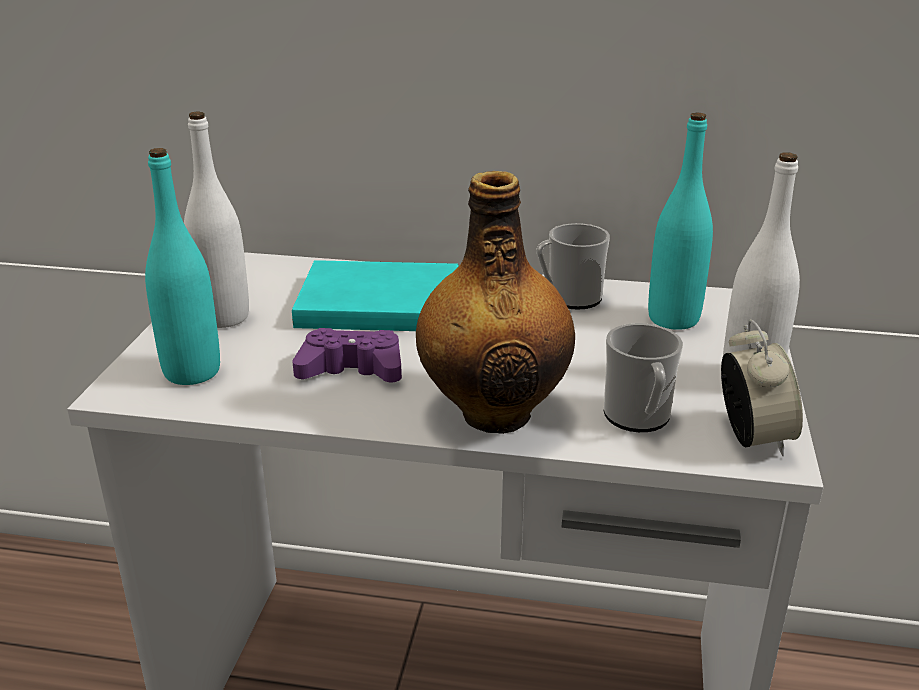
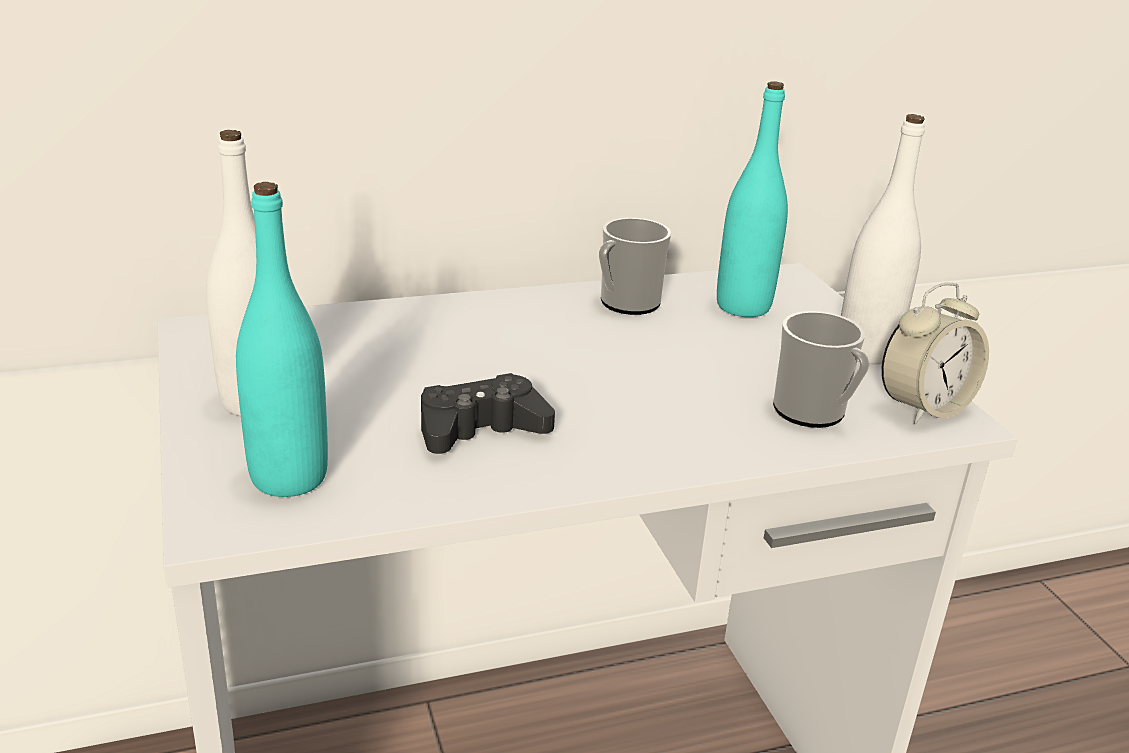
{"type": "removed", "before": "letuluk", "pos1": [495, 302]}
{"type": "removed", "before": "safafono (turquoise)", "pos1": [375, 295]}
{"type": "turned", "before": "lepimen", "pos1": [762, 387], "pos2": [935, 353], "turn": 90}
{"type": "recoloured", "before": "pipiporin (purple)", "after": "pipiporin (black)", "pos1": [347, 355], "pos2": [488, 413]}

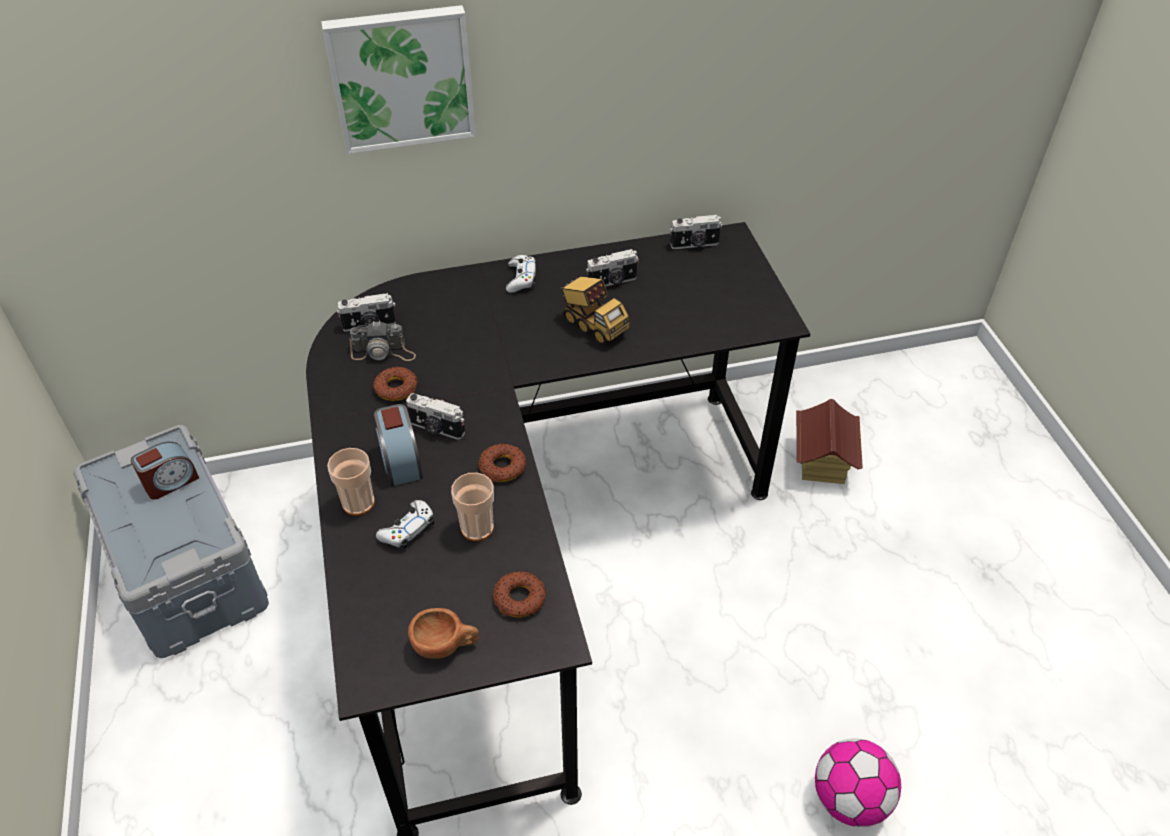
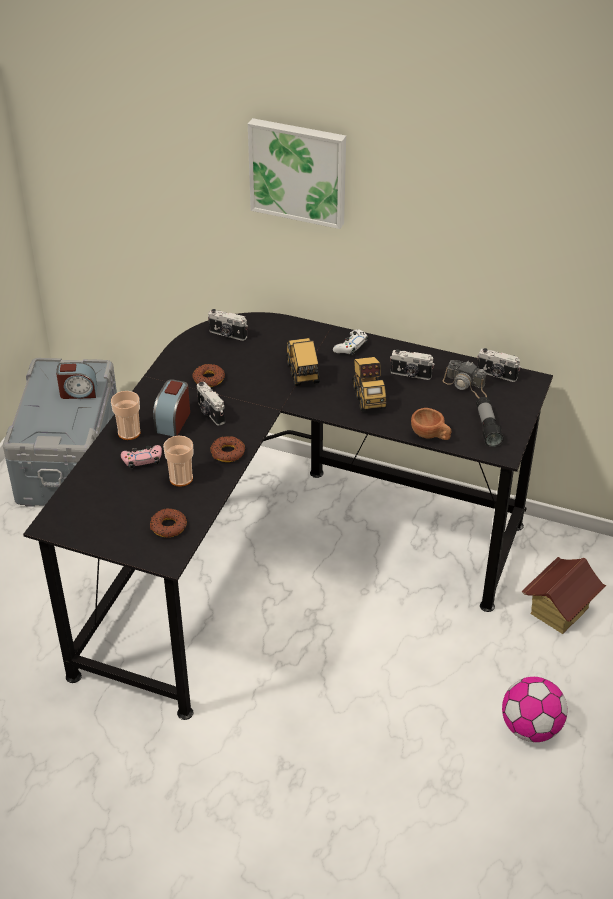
{"type": "moved", "before": "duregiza", "pos1": [382, 341], "pos2": [465, 379]}
{"type": "recoloured", "before": "pipiporin (white)", "after": "pipiporin (pink)", "pos1": [405, 524], "pos2": [141, 457]}
{"type": "moved", "before": "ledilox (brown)", "pos1": [443, 633], "pos2": [431, 424]}
{"type": "moved", "before": "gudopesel", "pos1": [858, 782], "pos2": [534, 709]}
{"type": "added", "after": "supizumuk", "pos2": [303, 362]}
{"type": "added", "after": "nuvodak", "pos2": [490, 422]}

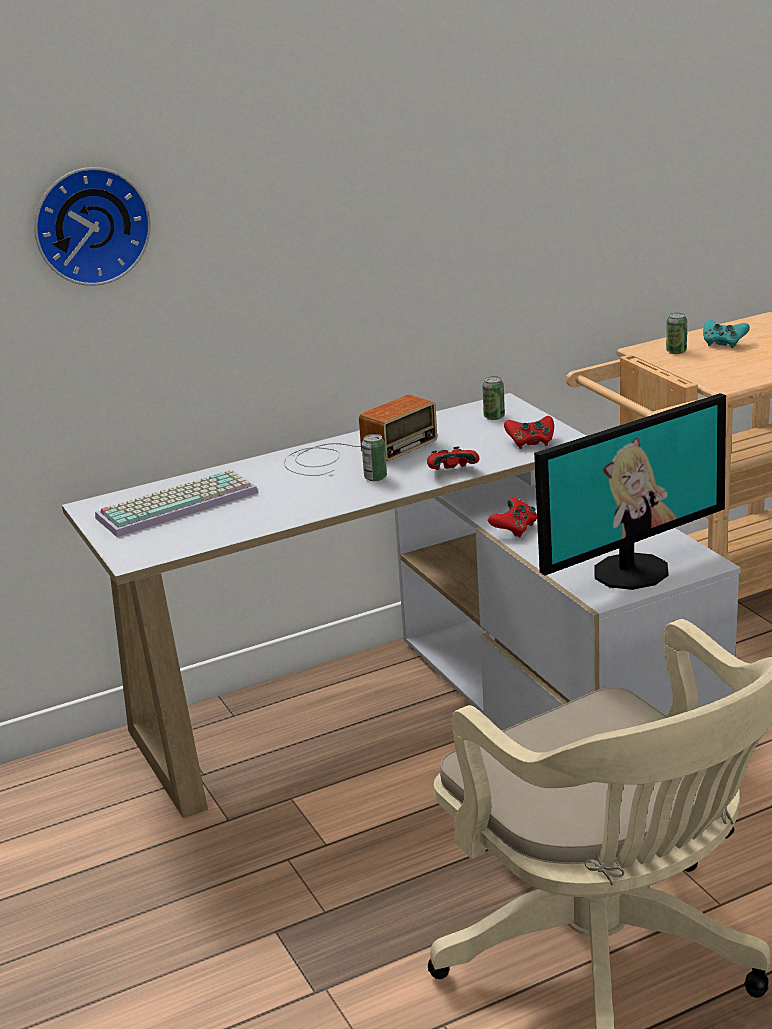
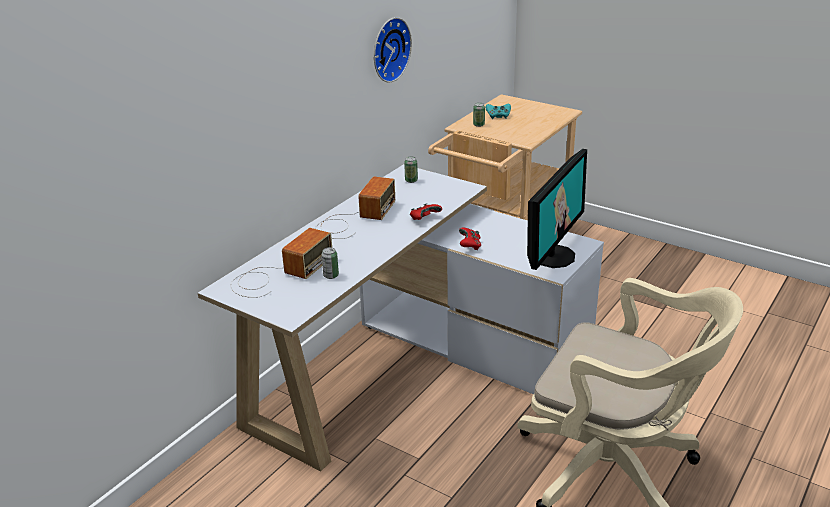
{"type": "moved", "before": "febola", "pos1": [92, 226], "pos2": [393, 50]}
{"type": "removed", "before": "pipiporin (red)", "pos1": [529, 432]}
{"type": "moved", "before": "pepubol", "pos1": [374, 457], "pos2": [330, 263]}
{"type": "replaced", "before": "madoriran", "after": "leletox", "pos1": [176, 503], "pos2": [281, 263]}

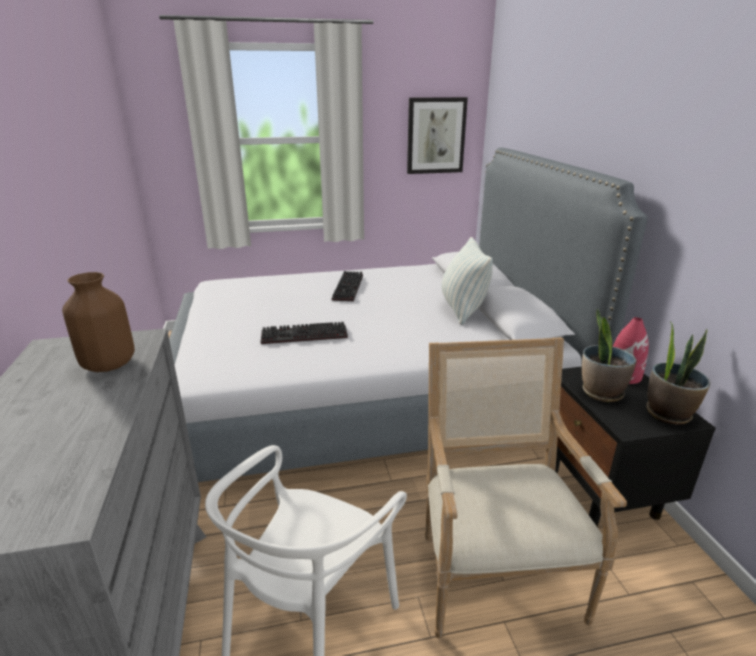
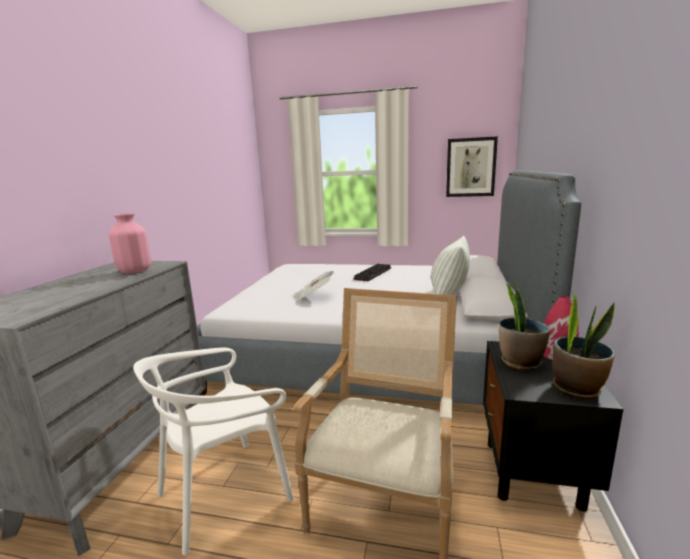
{"type": "recoloured", "before": "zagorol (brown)", "after": "zagorol (pink)", "pos1": [98, 322], "pos2": [130, 243]}
{"type": "replaced", "before": "madoriran", "after": "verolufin", "pos1": [304, 333], "pos2": [313, 285]}

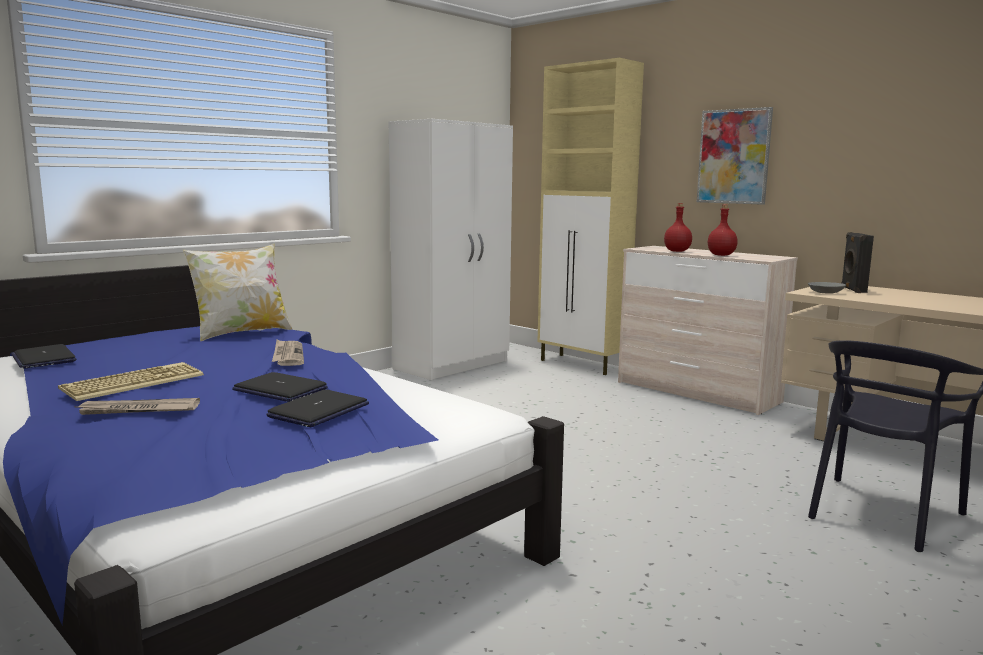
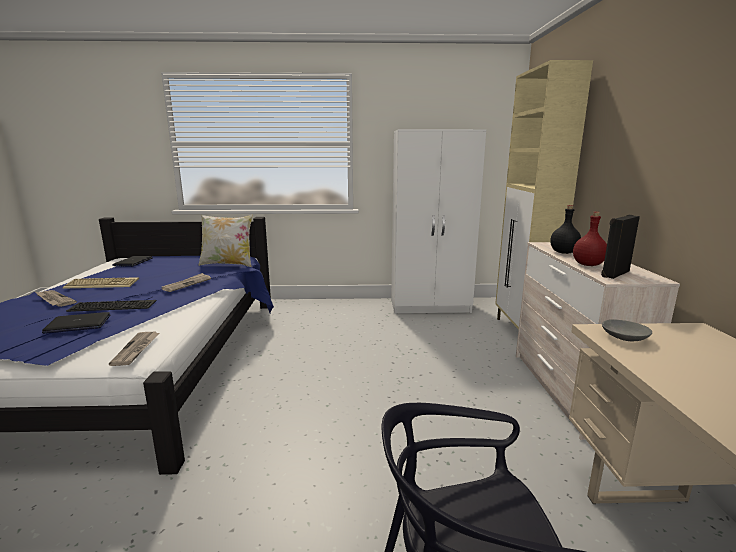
{"type": "removed", "before": "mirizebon", "pos1": [735, 156]}
{"type": "recoloured", "before": "letuluk (red)", "after": "letuluk (black)", "pos1": [678, 227], "pos2": [565, 229]}
{"type": "moved", "before": "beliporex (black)", "pos1": [857, 262], "pos2": [620, 247]}
{"type": "replaced", "before": "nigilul", "after": "madoriran", "pos1": [280, 387], "pos2": [111, 306]}
{"type": "added", "after": "verolufin", "pos2": [134, 349]}

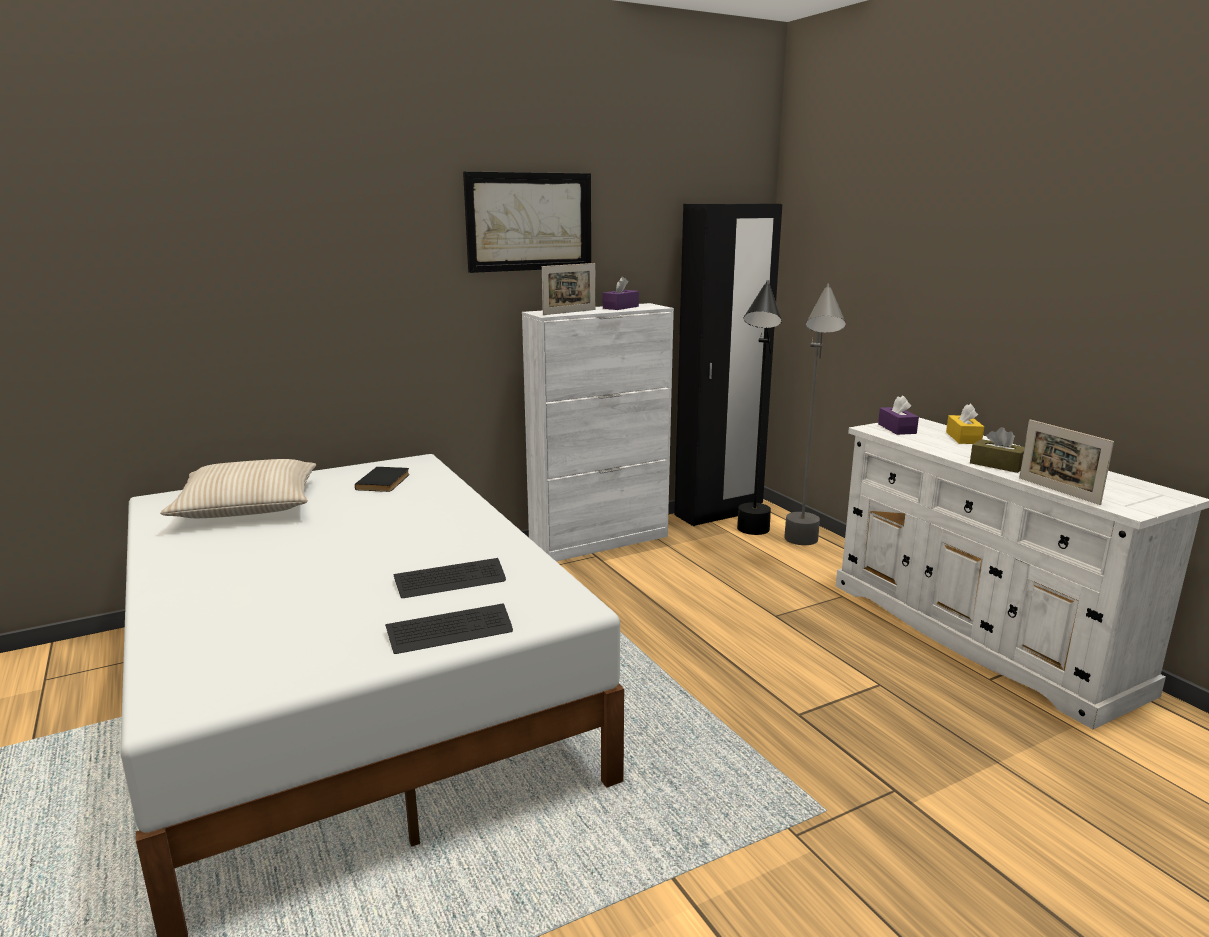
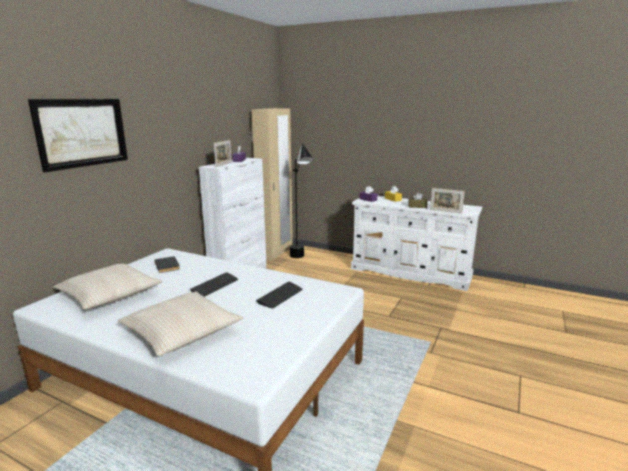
{"type": "moved", "before": "mirizebon", "pos1": [527, 222], "pos2": [78, 135]}
{"type": "recoloured", "before": "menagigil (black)", "after": "menagigil (beige)", "pos1": [728, 365], "pos2": [272, 184]}
{"type": "removed", "before": "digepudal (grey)", "pos1": [815, 414]}
{"type": "moved", "before": "madoriran", "pos1": [449, 628], "pos2": [214, 284]}
{"type": "added", "after": "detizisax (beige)", "pos2": [180, 324]}

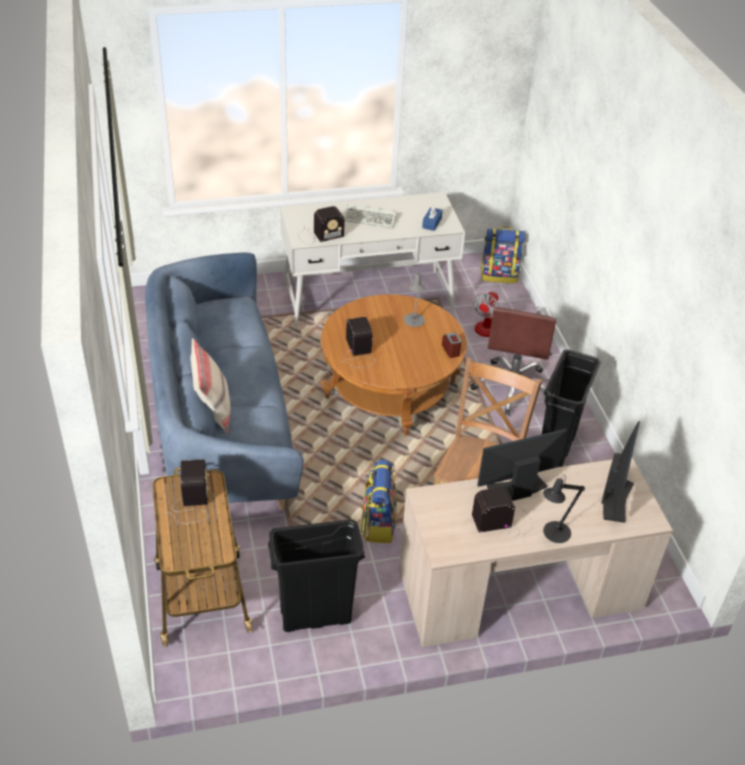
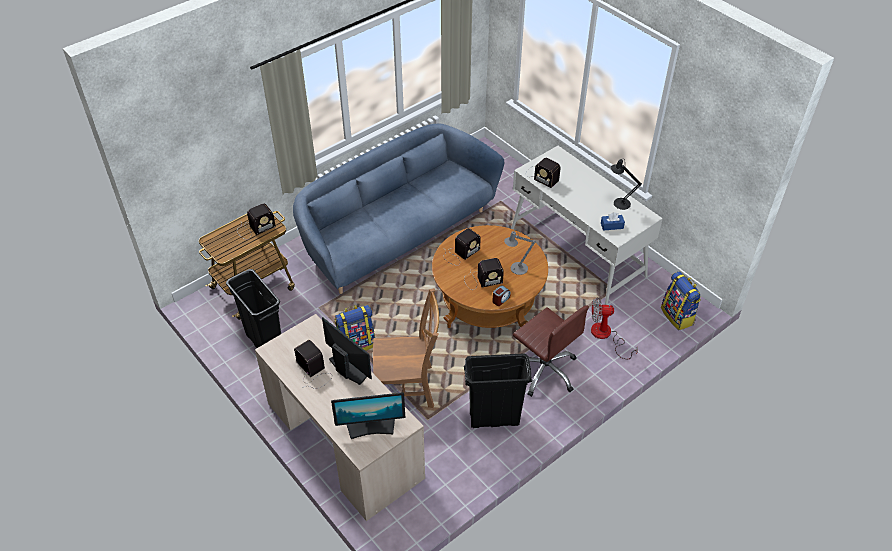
{"type": "removed", "before": "madoriran", "pos1": [370, 216]}
{"type": "turned", "before": "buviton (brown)", "pos1": [513, 361], "pos2": [551, 351], "turn": -120}
{"type": "removed", "before": "detizisax (beige)", "pos1": [210, 385]}
{"type": "moved", "before": "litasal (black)", "pos1": [564, 509], "pos2": [626, 184]}
{"type": "added", "after": "leletox", "pos2": [484, 274]}

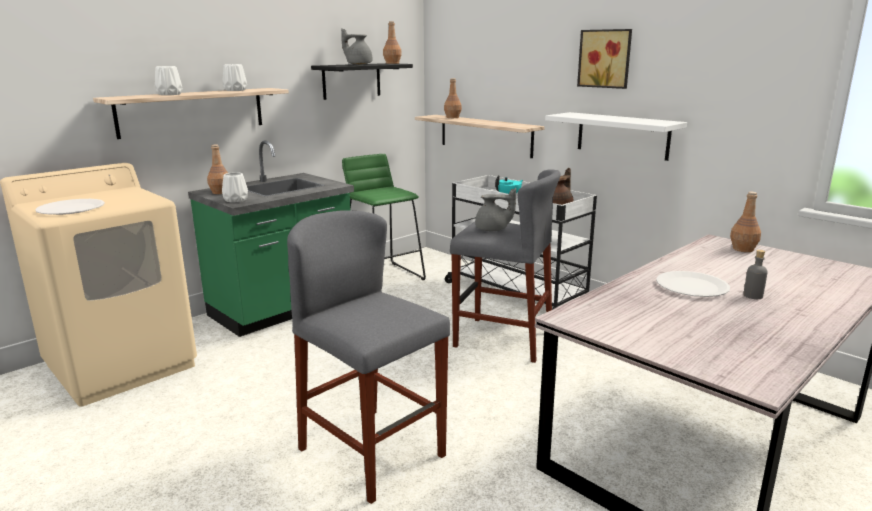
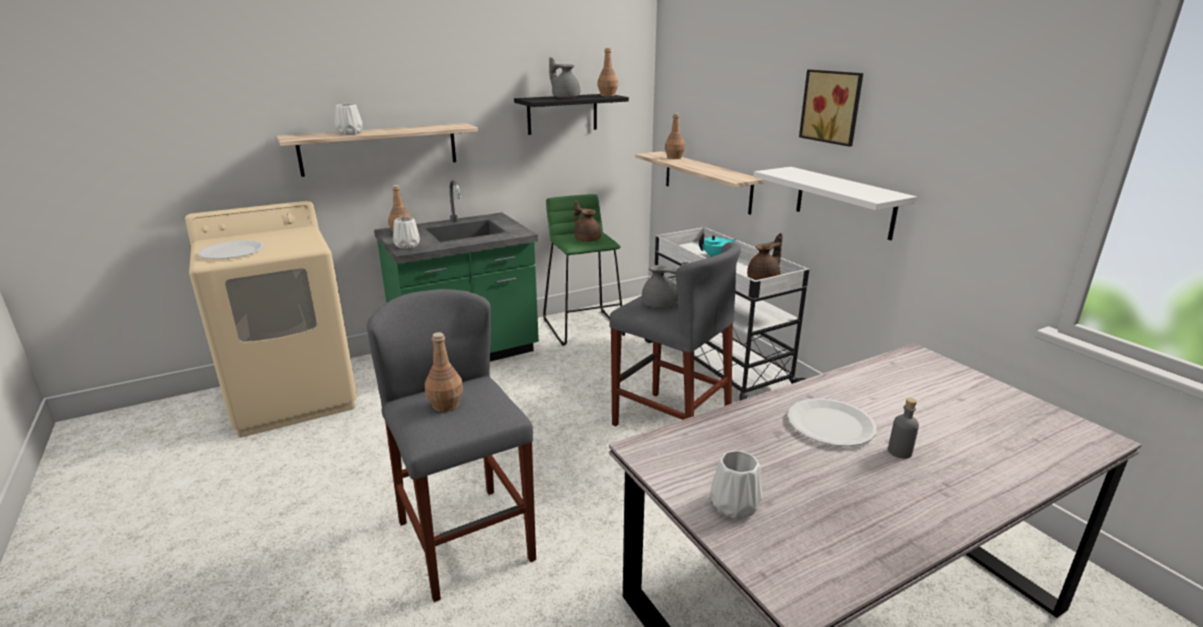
{"type": "moved", "before": "zagorol (white)", "pos1": [234, 77], "pos2": [736, 485]}
{"type": "moved", "before": "letuluk (brown)", "pos1": [745, 222], "pos2": [444, 372]}
{"type": "added", "after": "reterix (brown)", "pos2": [587, 221]}

